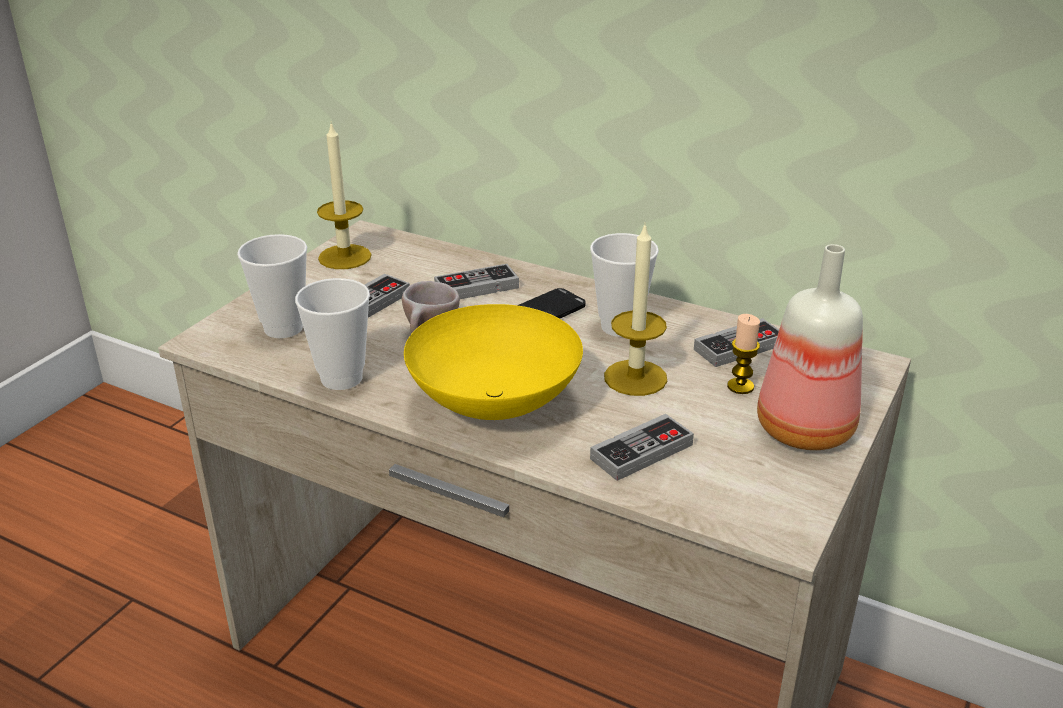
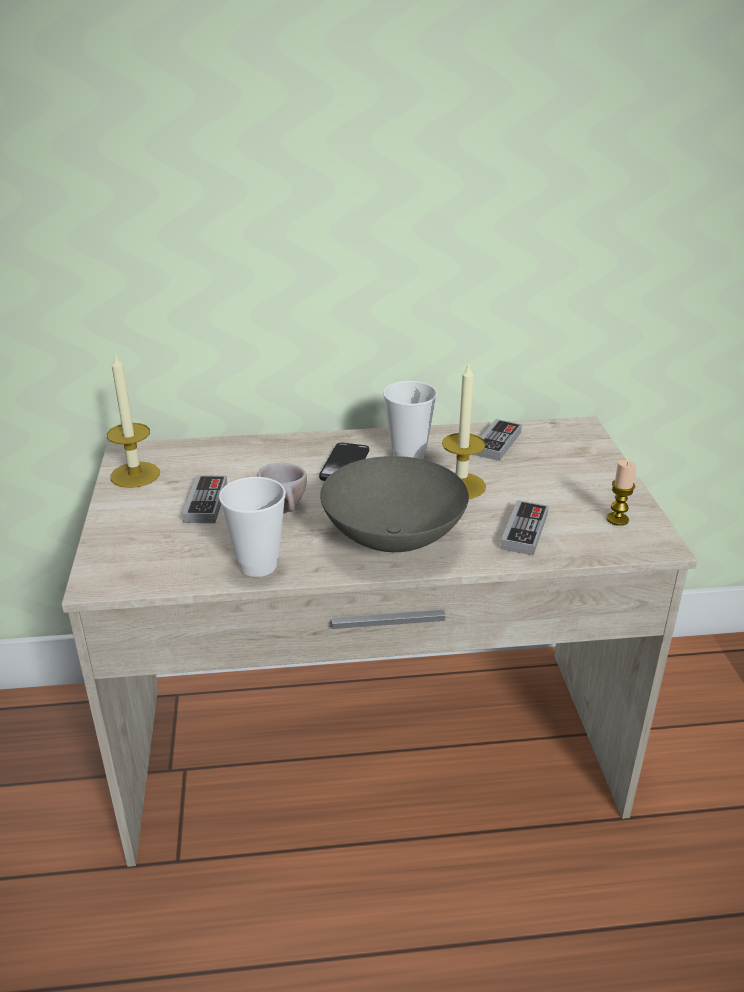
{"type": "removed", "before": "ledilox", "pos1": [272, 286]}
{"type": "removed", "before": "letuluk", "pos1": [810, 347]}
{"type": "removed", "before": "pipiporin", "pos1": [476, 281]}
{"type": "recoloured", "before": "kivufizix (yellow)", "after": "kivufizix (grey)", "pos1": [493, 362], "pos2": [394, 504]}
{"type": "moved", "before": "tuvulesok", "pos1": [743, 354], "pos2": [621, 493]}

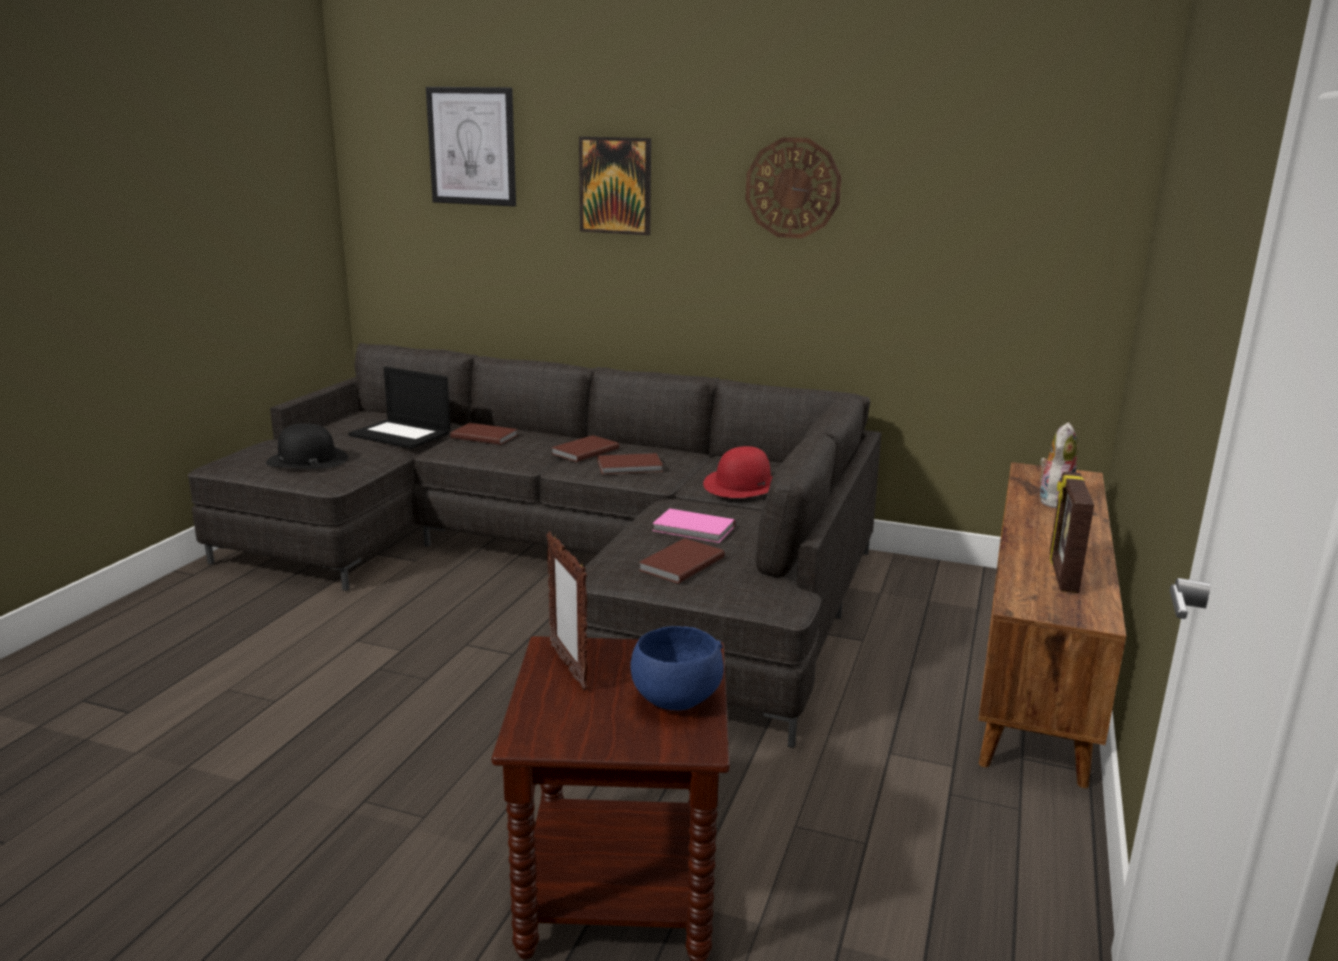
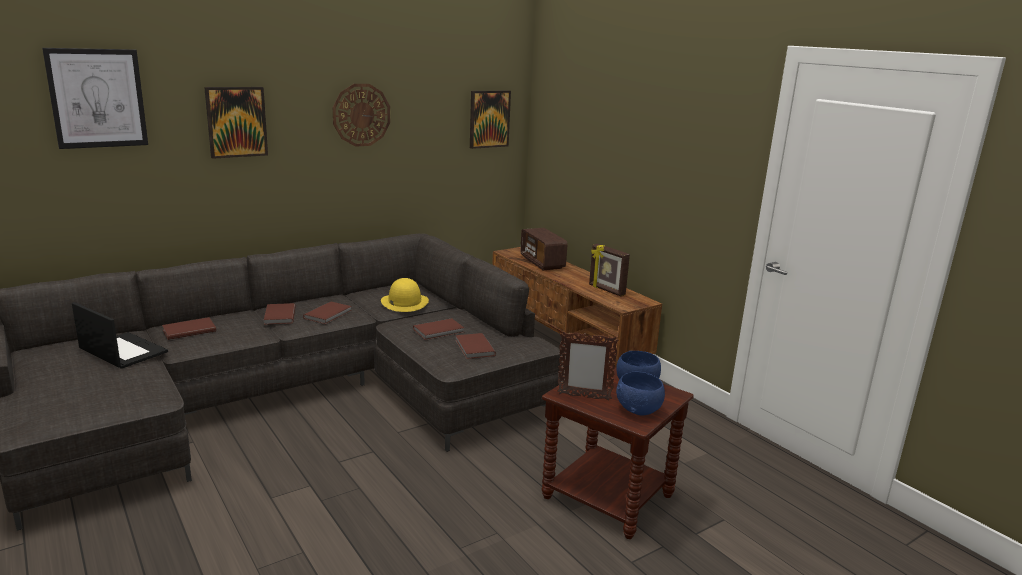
{"type": "turned", "before": "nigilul", "pos1": [399, 408], "pos2": [120, 335], "turn": -120}
{"type": "replaced", "before": "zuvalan", "after": "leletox", "pos1": [1059, 465], "pos2": [543, 249]}
{"type": "removed", "before": "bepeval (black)", "pos1": [307, 446]}
{"type": "recoloured", "before": "bepeval (red)", "after": "bepeval (yellow)", "pos1": [738, 472], "pos2": [405, 295]}
{"type": "recoloured", "before": "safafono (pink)", "after": "safafono (brown)", "pos1": [693, 526], "pos2": [438, 329]}
{"type": "added", "after": "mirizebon", "pos2": [490, 120]}
{"type": "added", "after": "kivufizix (blue)", "pos2": [640, 394]}

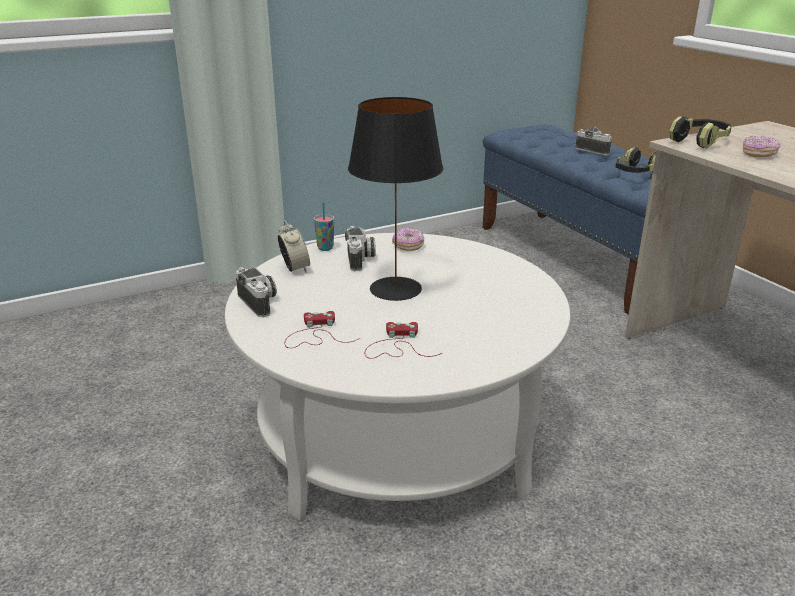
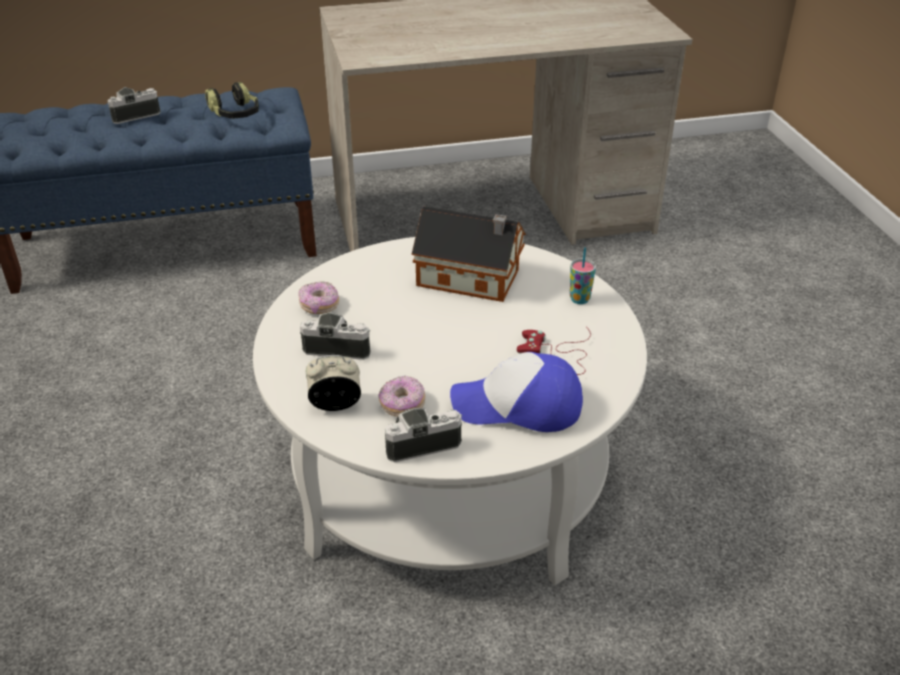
{"type": "removed", "before": "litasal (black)", "pos1": [395, 199]}
{"type": "removed", "before": "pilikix", "pos1": [700, 132]}
{"type": "moved", "before": "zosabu", "pos1": [761, 146], "pos2": [402, 396]}
{"type": "moved", "before": "ledilox", "pos1": [324, 226], "pos2": [583, 275]}
{"type": "replaced", "before": "pipiporin (red)", "after": "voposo", "pos1": [322, 329], "pos2": [516, 392]}
{"type": "added", "after": "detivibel", "pos2": [469, 254]}

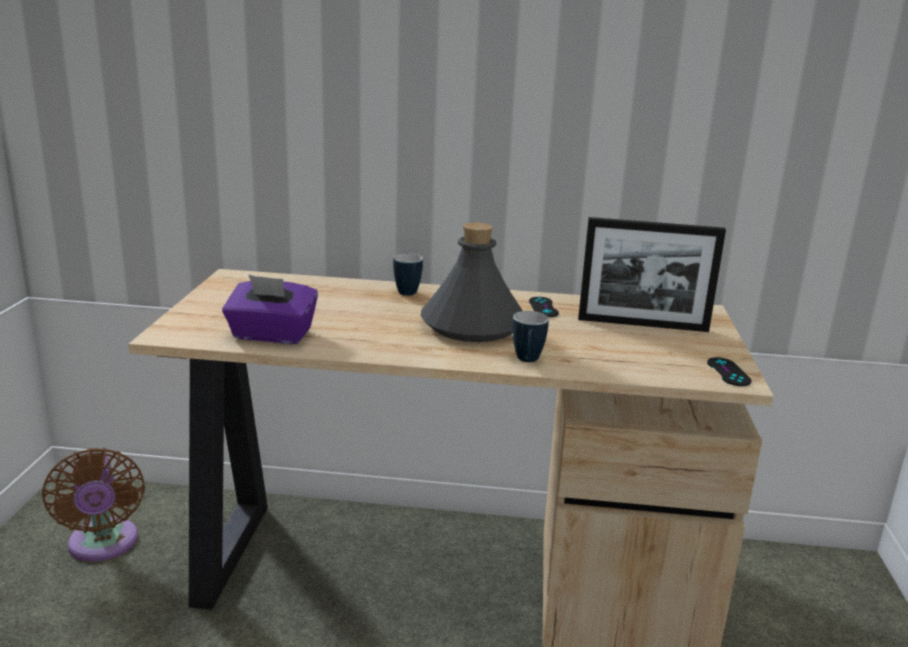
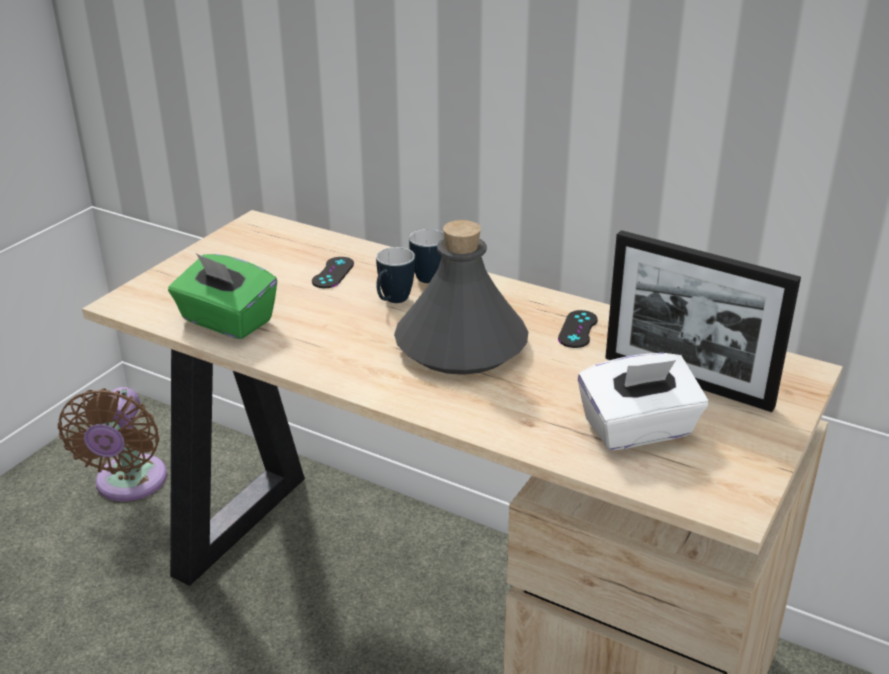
{"type": "recoloured", "before": "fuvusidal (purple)", "after": "fuvusidal (green)", "pos1": [270, 309], "pos2": [222, 296]}
{"type": "moved", "before": "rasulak", "pos1": [530, 336], "pos2": [395, 275]}
{"type": "moved", "before": "pipiporin (black)", "pos1": [729, 371], "pos2": [333, 272]}
{"type": "added", "after": "fuvusidal (white)", "pos2": [643, 402]}

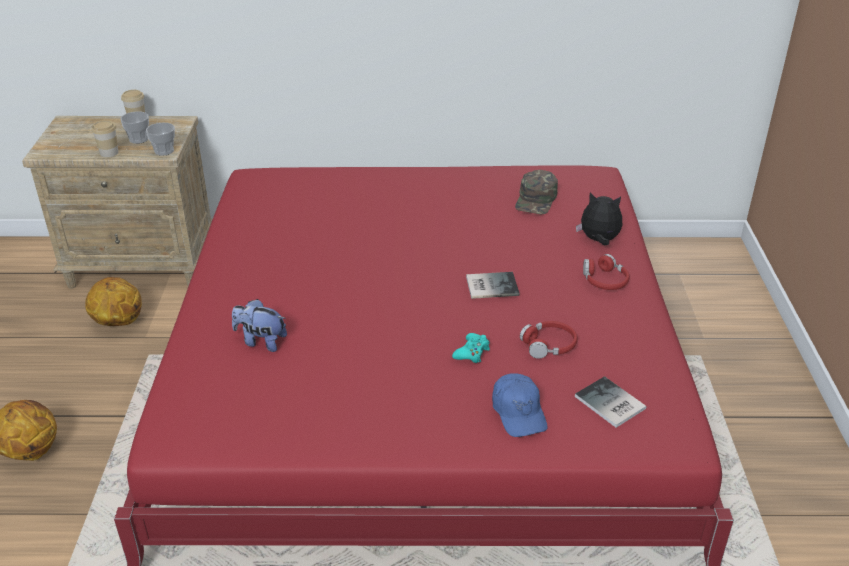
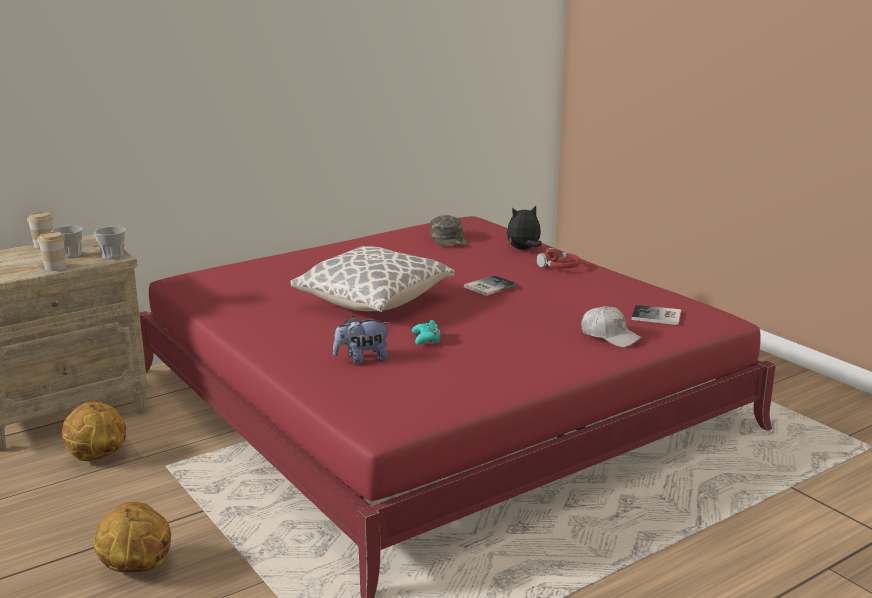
{"type": "removed", "before": "pilikix (red)", "pos1": [549, 340]}
{"type": "moved", "before": "pipiporin (turquoise)", "pos1": [471, 348], "pos2": [426, 332]}
{"type": "recoloured", "before": "voposo (blue)", "after": "voposo (white)", "pos1": [519, 405], "pos2": [611, 326]}
{"type": "added", "after": "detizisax", "pos2": [373, 279]}

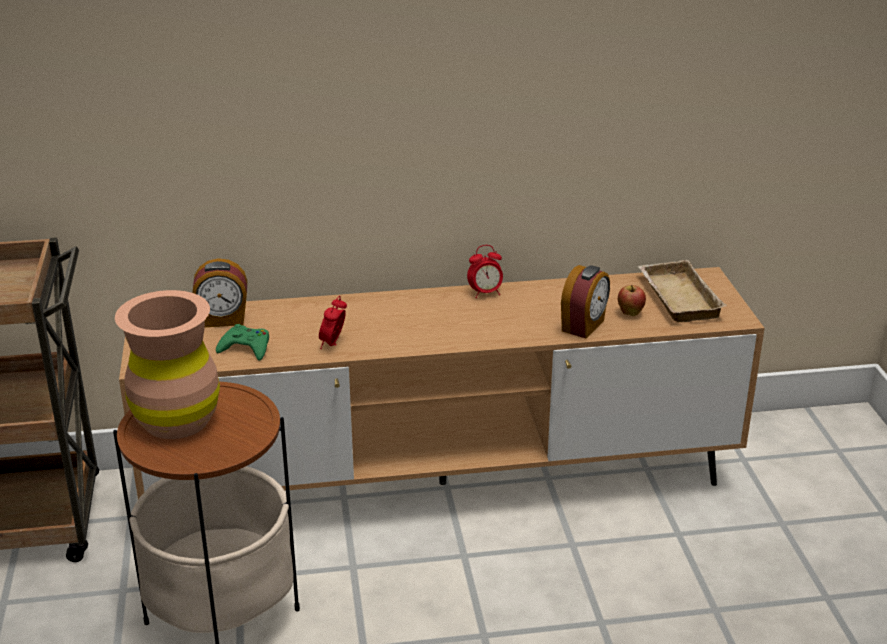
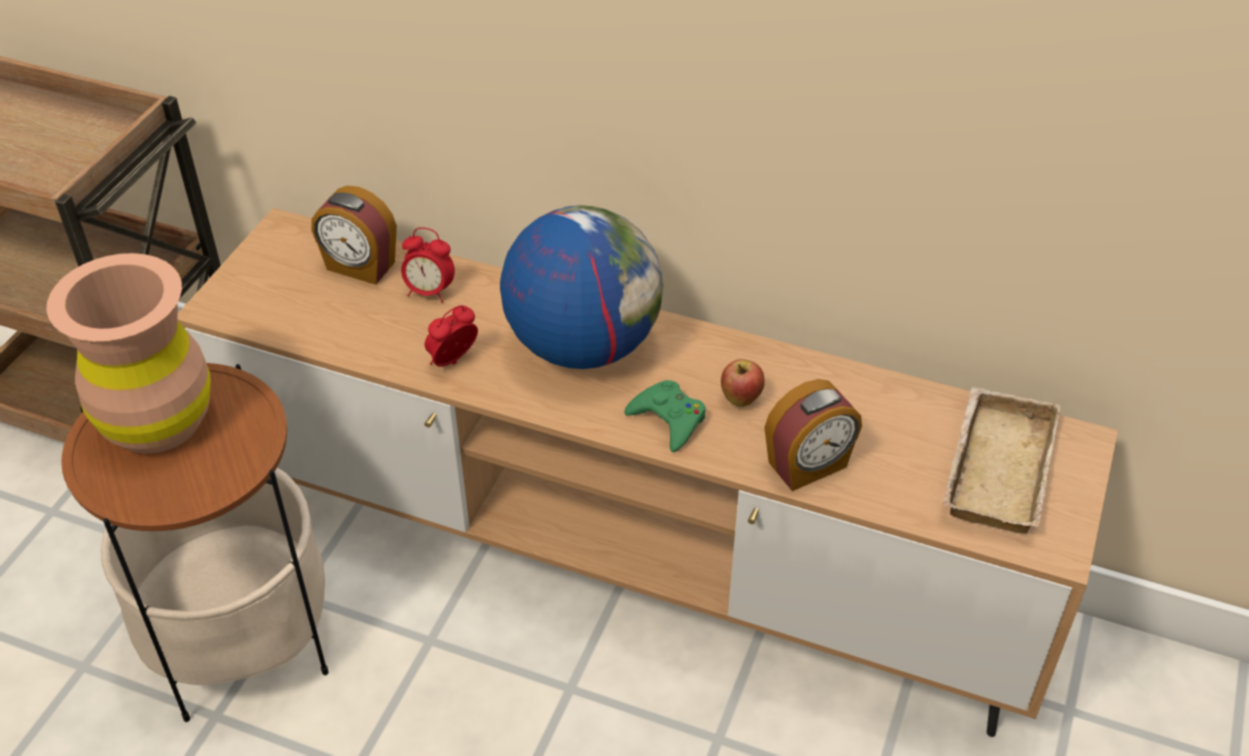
{"type": "moved", "before": "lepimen", "pos1": [485, 271], "pos2": [428, 264]}
{"type": "moved", "before": "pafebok", "pos1": [632, 300], "pos2": [743, 383]}
{"type": "moved", "before": "pipiporin (green)", "pos1": [242, 342], "pos2": [665, 416]}
{"type": "added", "after": "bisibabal", "pos2": [581, 287]}

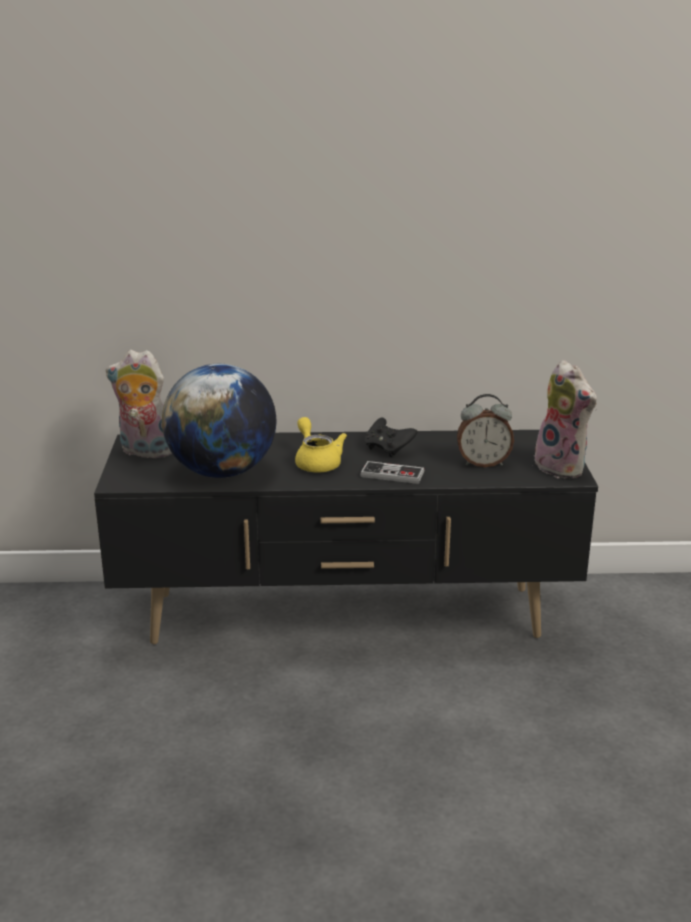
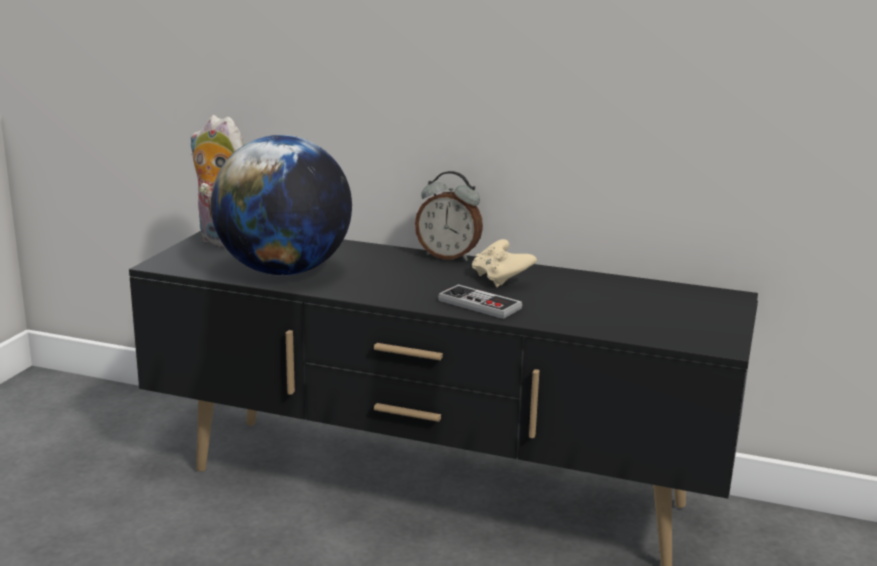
{"type": "removed", "before": "zuvalan", "pos1": [565, 419]}
{"type": "moved", "before": "lepimen", "pos1": [485, 430], "pos2": [449, 216]}
{"type": "removed", "before": "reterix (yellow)", "pos1": [321, 445]}
{"type": "recoloured", "before": "pipiporin (black)", "after": "pipiporin (beige)", "pos1": [391, 437], "pos2": [504, 263]}

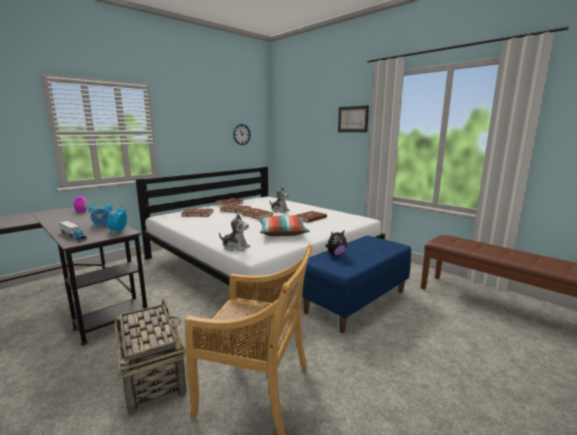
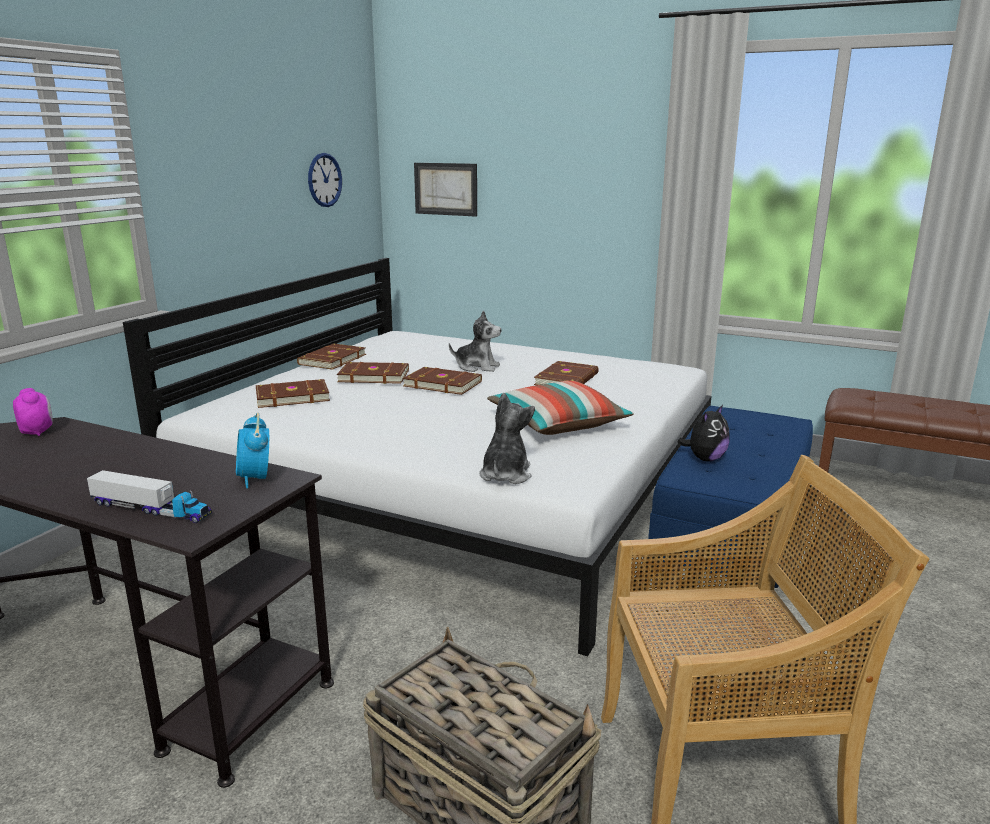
{"type": "moved", "before": "mirizebon", "pos1": [353, 118], "pos2": [445, 190]}
{"type": "removed", "before": "lepimen", "pos1": [100, 214]}
{"type": "turned", "before": "zuvalan", "pos1": [234, 232], "pos2": [507, 438], "turn": -75}

